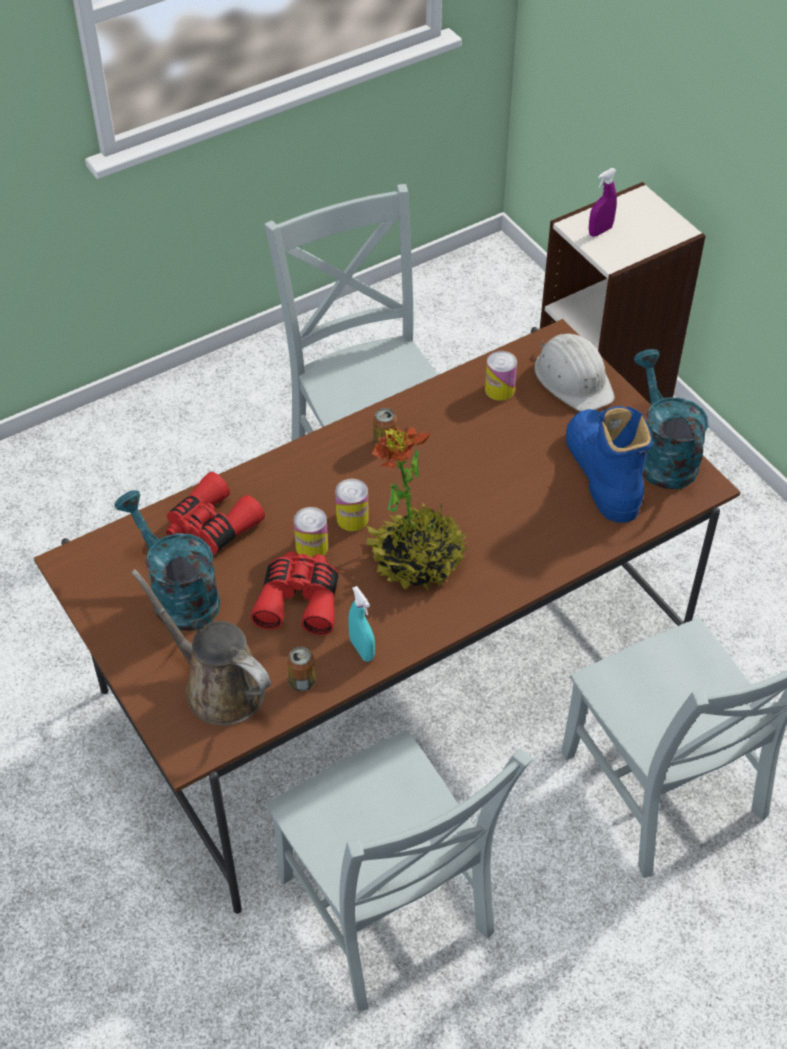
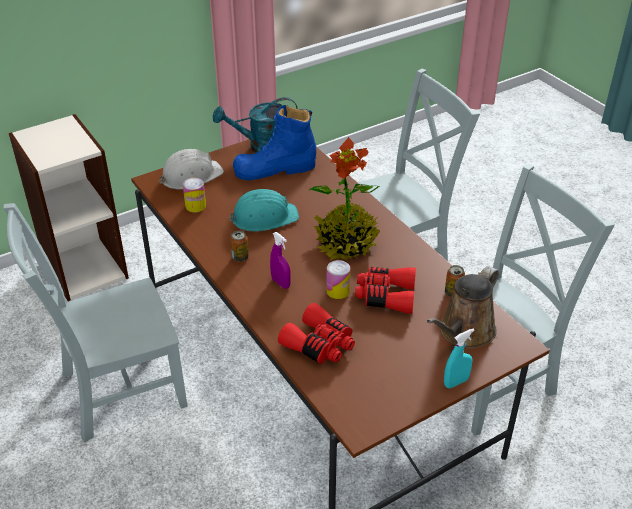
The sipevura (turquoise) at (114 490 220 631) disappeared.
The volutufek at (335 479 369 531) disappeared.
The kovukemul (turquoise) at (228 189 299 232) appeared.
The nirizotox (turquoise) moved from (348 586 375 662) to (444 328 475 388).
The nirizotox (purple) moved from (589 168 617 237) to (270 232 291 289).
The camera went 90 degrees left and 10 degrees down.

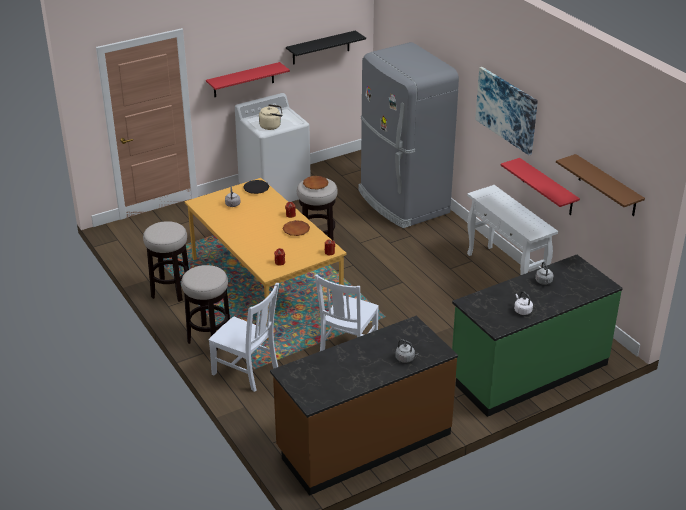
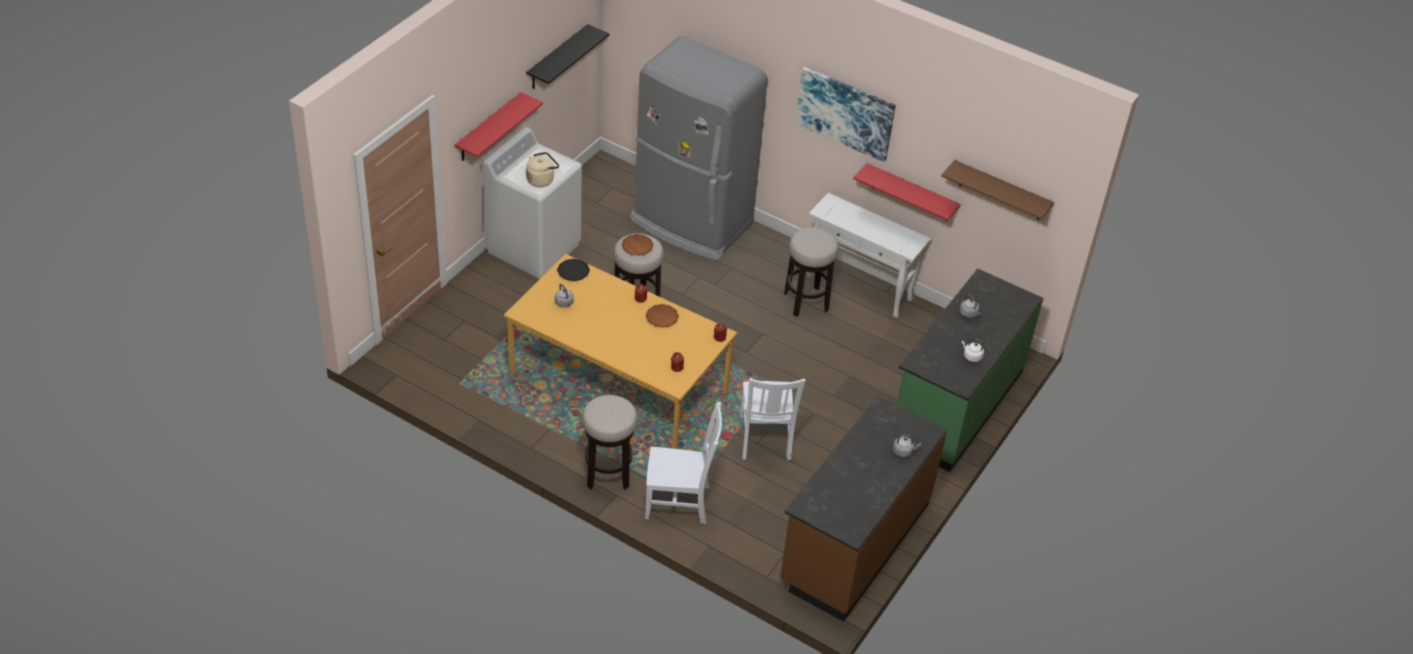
The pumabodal moved from (143 221 189 302) to (784 227 839 317).
The camera went 30 degrees left and 10 degrees up.

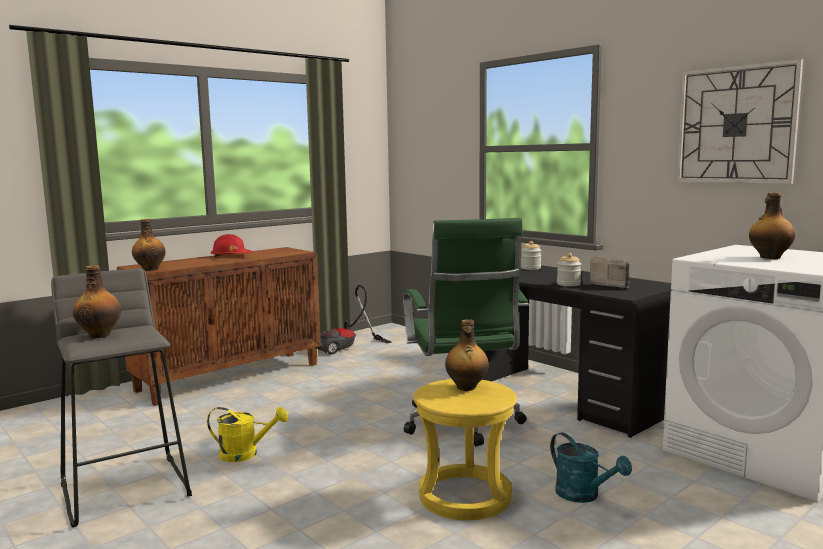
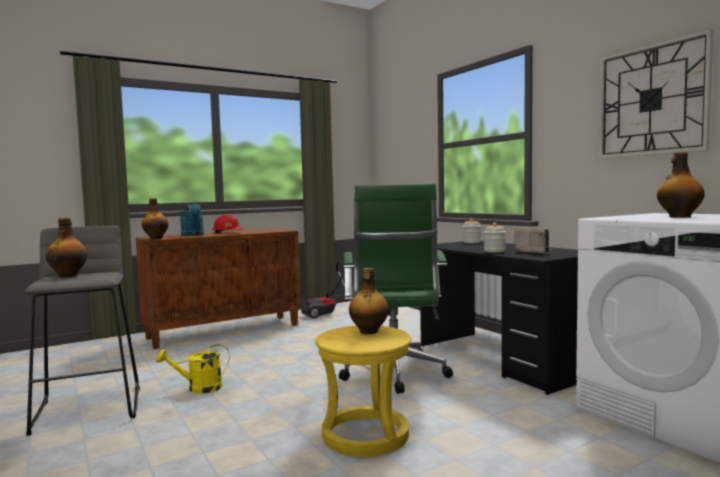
The sipevura (turquoise) moved from (550 432 632 503) to (180 204 204 236).
The sipevura (yellow) at (207 407 288 462) turned 150 degrees clockwise.
The camera went 10 degrees right and 5 degrees down.

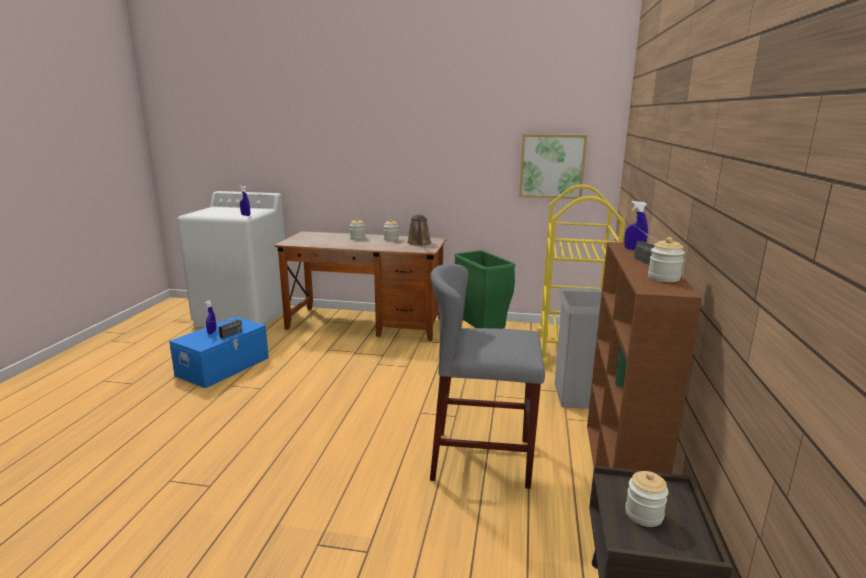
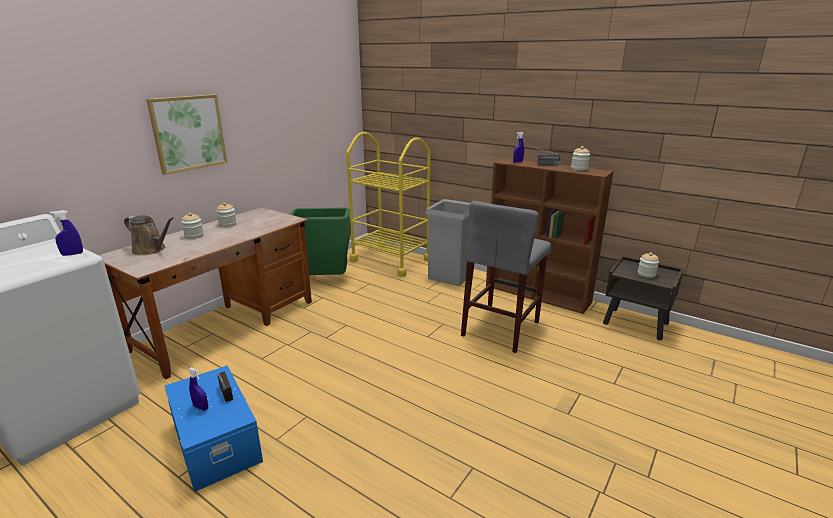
The sipevura (brown) moved from (407 215 431 246) to (124 215 174 255).
The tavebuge moved from (519 134 587 199) to (146 94 227 175).
The camera went 65 degrees left and 5 degrees up.

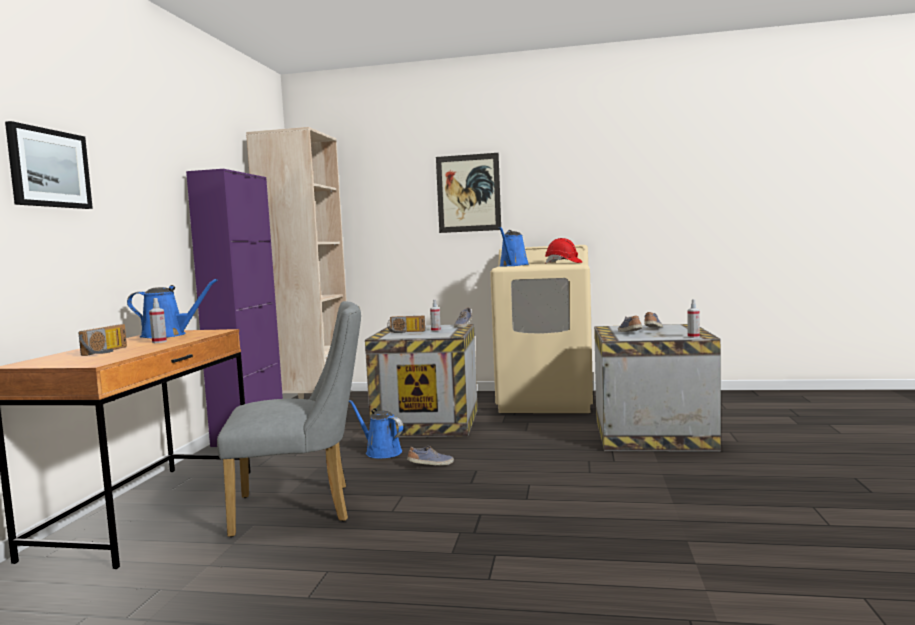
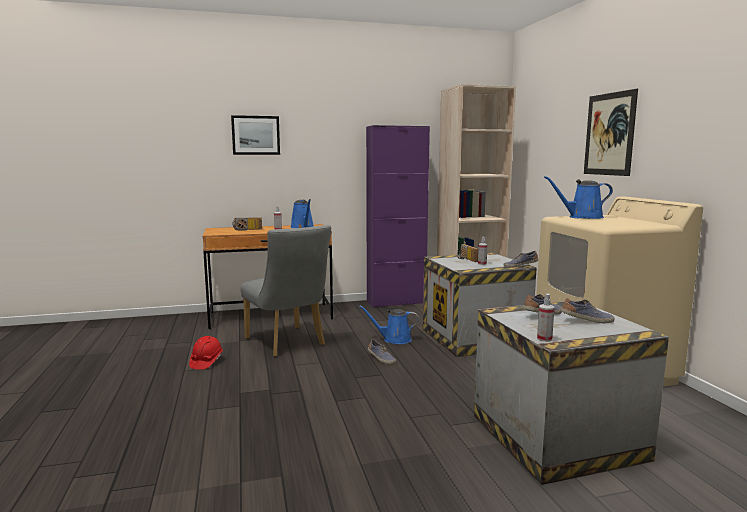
The kovukemul (red) moved from (545 238 582 263) to (189 336 223 370).
The sipevura (blue) at (349 400 403 458) turned 105 degrees counterclockwise.
The camera went 65 degrees right and 5 degrees up.

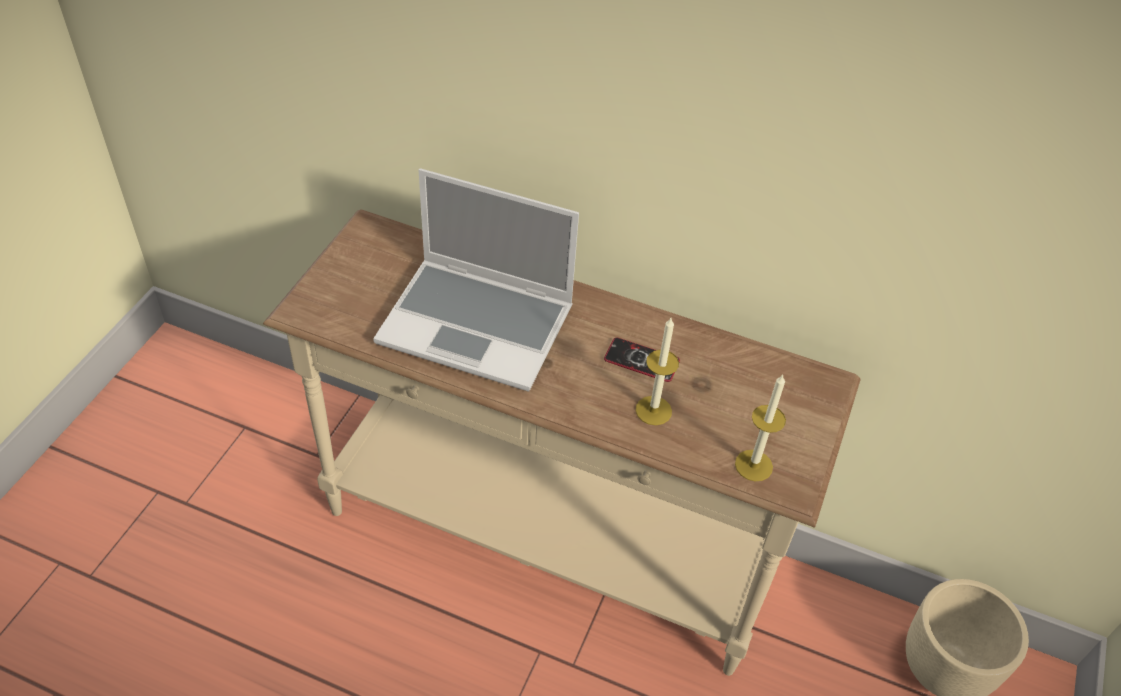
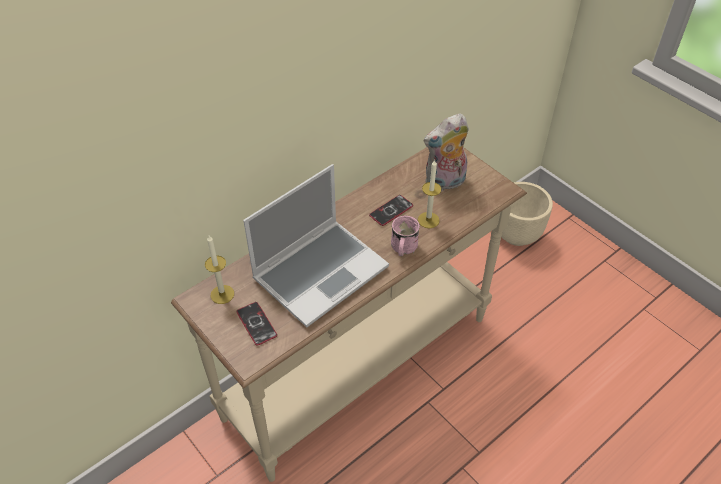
The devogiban at (236 302 277 346) appeared.
The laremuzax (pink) at (391 216 420 256) appeared.
The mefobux at (424 113 469 191) appeared.
The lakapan moved from (735 374 786 481) to (205 236 234 304).
The camera went 60 degrees left and 0 degrees up.

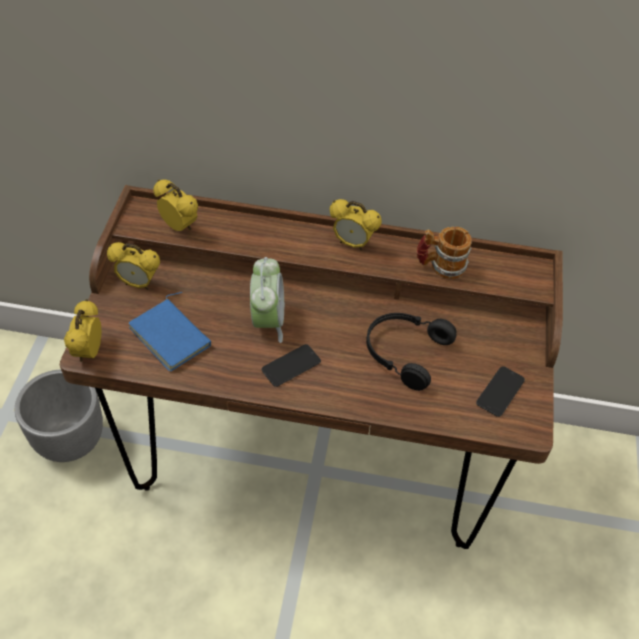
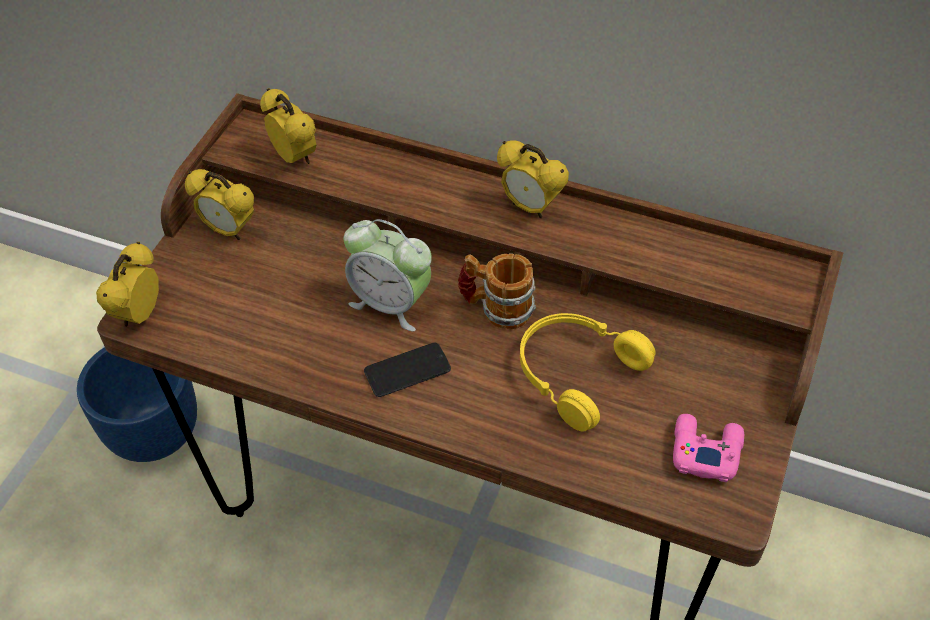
The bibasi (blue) at (128 292 211 372) disappeared.
The laremuzax moved from (416 226 472 279) to (458 253 536 329).
The devogiban at (476 366 525 417) was replaced by the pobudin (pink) at (673 414 744 482).
The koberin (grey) at (15 369 103 462) became the koberin (blue) at (77 347 197 462).
The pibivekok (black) at (366 313 456 391) became the pibivekok (yellow) at (520 313 656 431).
The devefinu at (250 257 285 343) turned 105 degrees clockwise.
The camera went 15 degrees right and 0 degrees up.

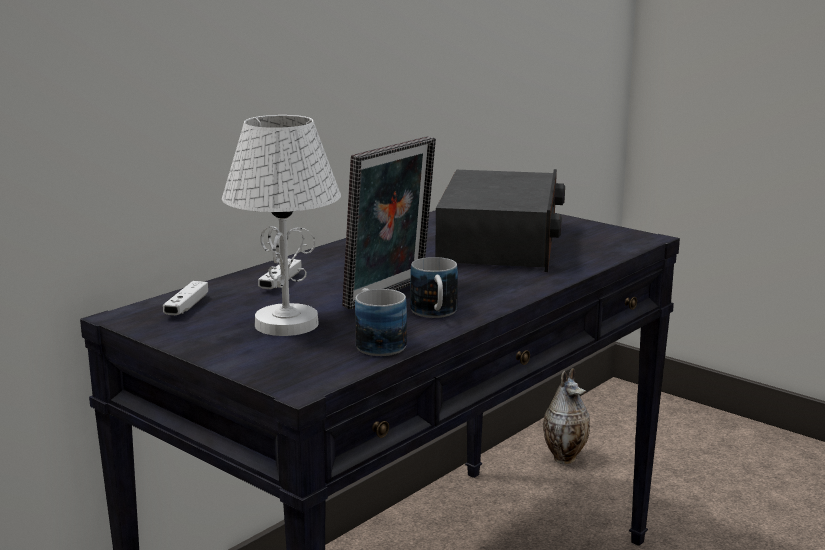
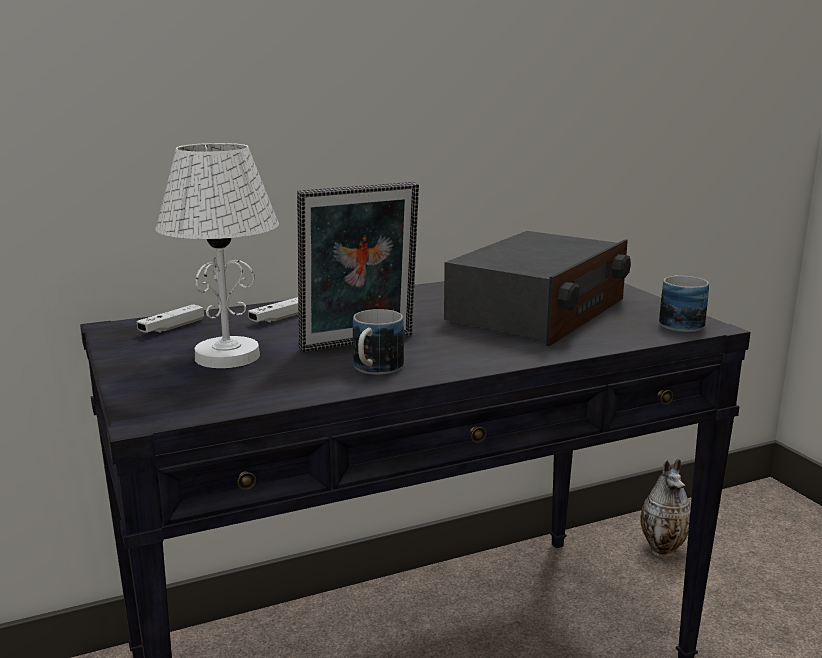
The laremuzax moved from (355 288 407 356) to (659 275 709 332).
The camera went 25 degrees right and 0 degrees up.

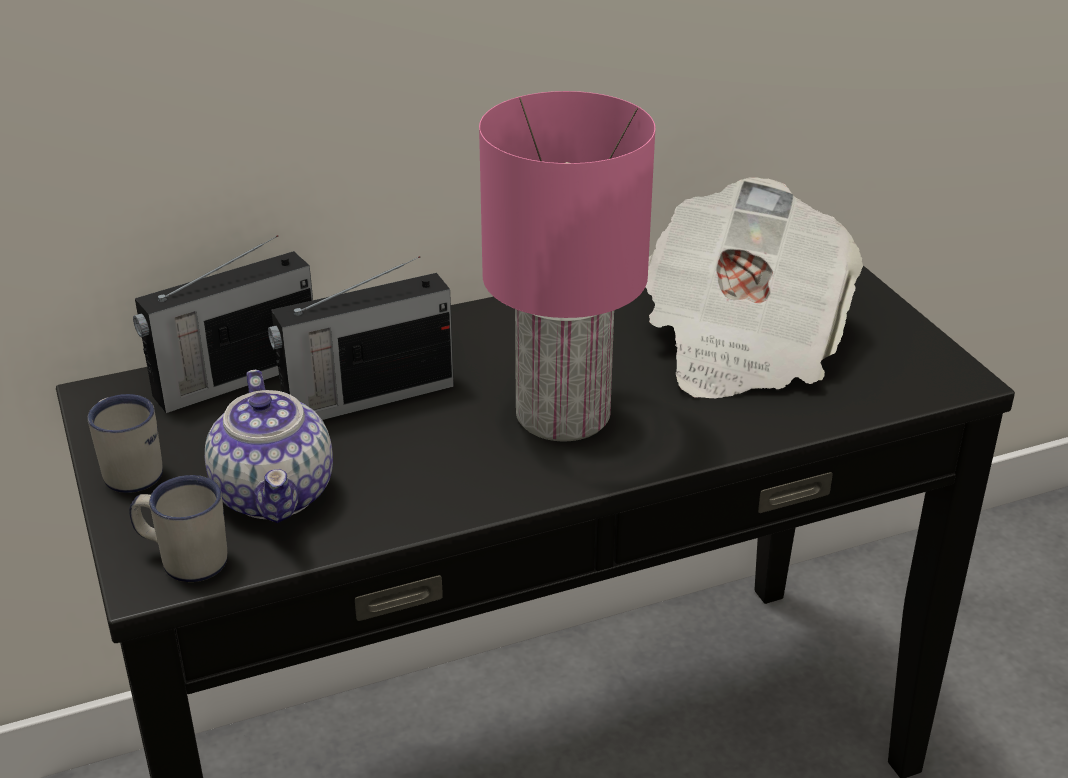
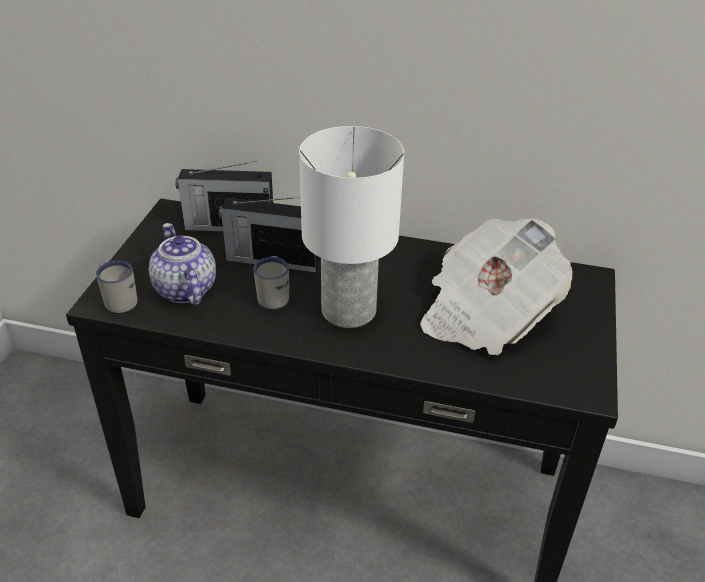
The laremuzax (white) moved from (87 394 163 493) to (254 256 289 310).
The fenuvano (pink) at (479 91 655 441) became the fenuvano (white) at (299 126 404 328).
The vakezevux at (205 370 333 523) turned 135 degrees clockwise.
The camera went 35 degrees right and 5 degrees up.

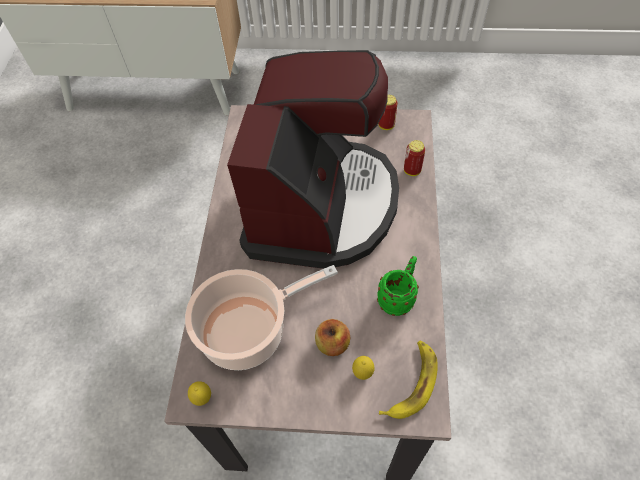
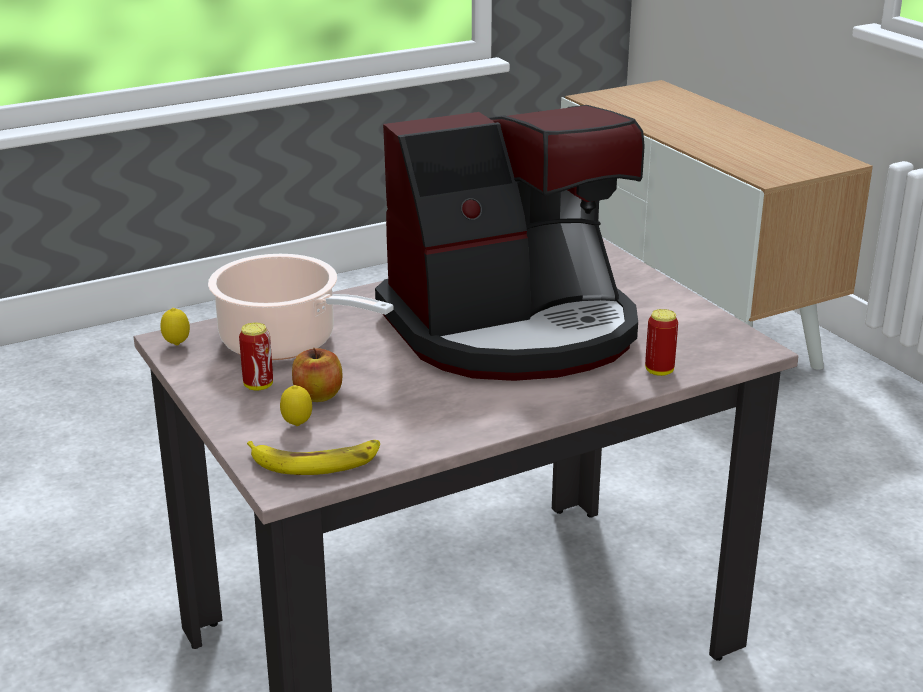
The laremuzax (green) at (377 256 419 316) disappeared.
The volutufek moved from (379 95 398 130) to (239 322 273 391).
The camera went 55 degrees right and 30 degrees down.

